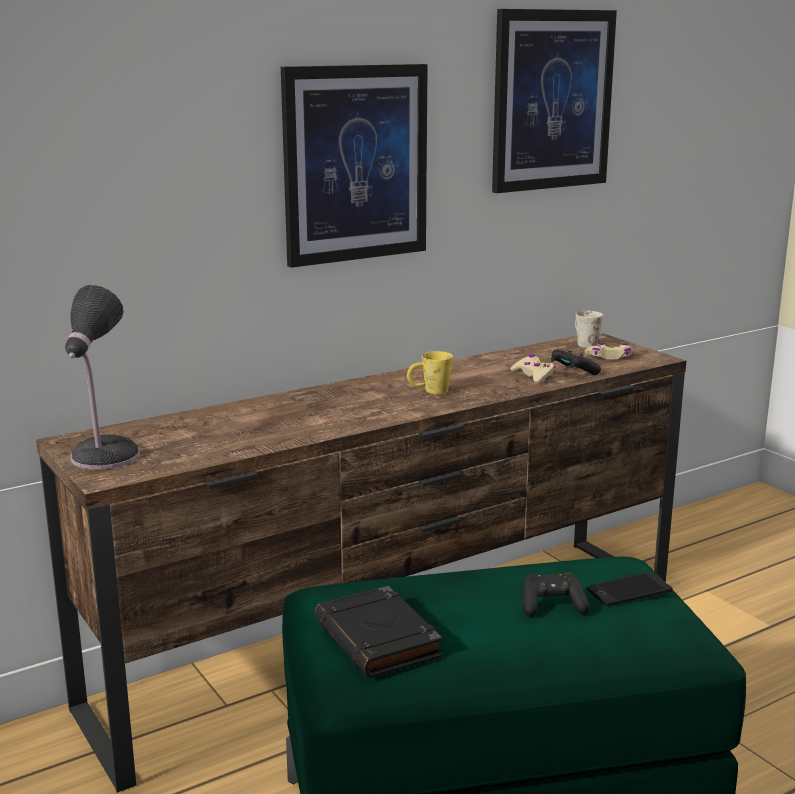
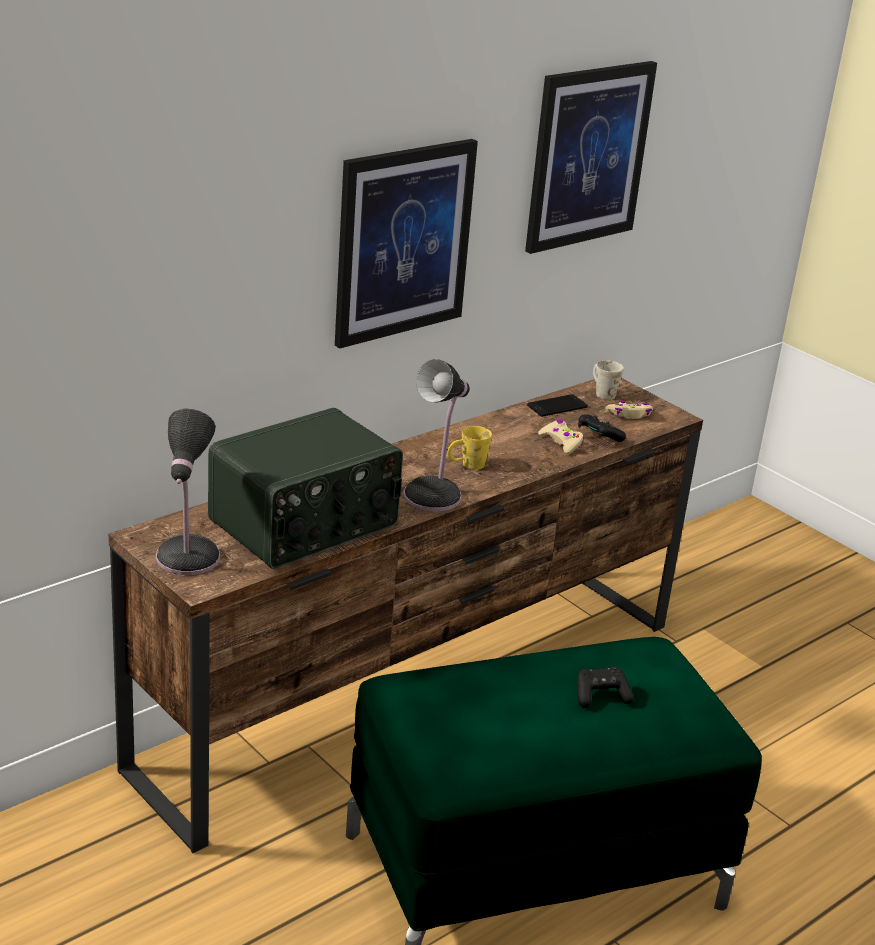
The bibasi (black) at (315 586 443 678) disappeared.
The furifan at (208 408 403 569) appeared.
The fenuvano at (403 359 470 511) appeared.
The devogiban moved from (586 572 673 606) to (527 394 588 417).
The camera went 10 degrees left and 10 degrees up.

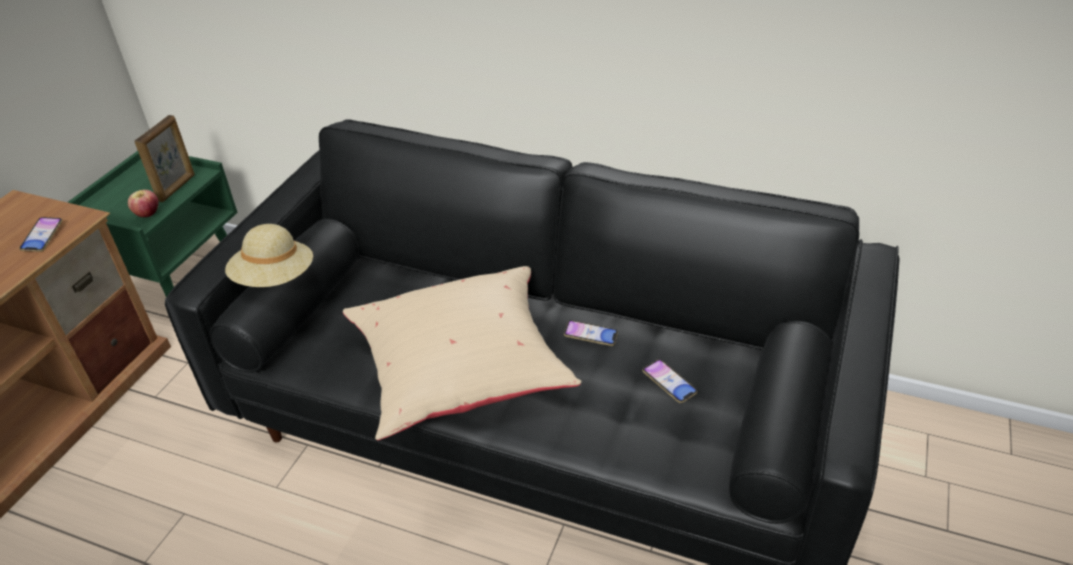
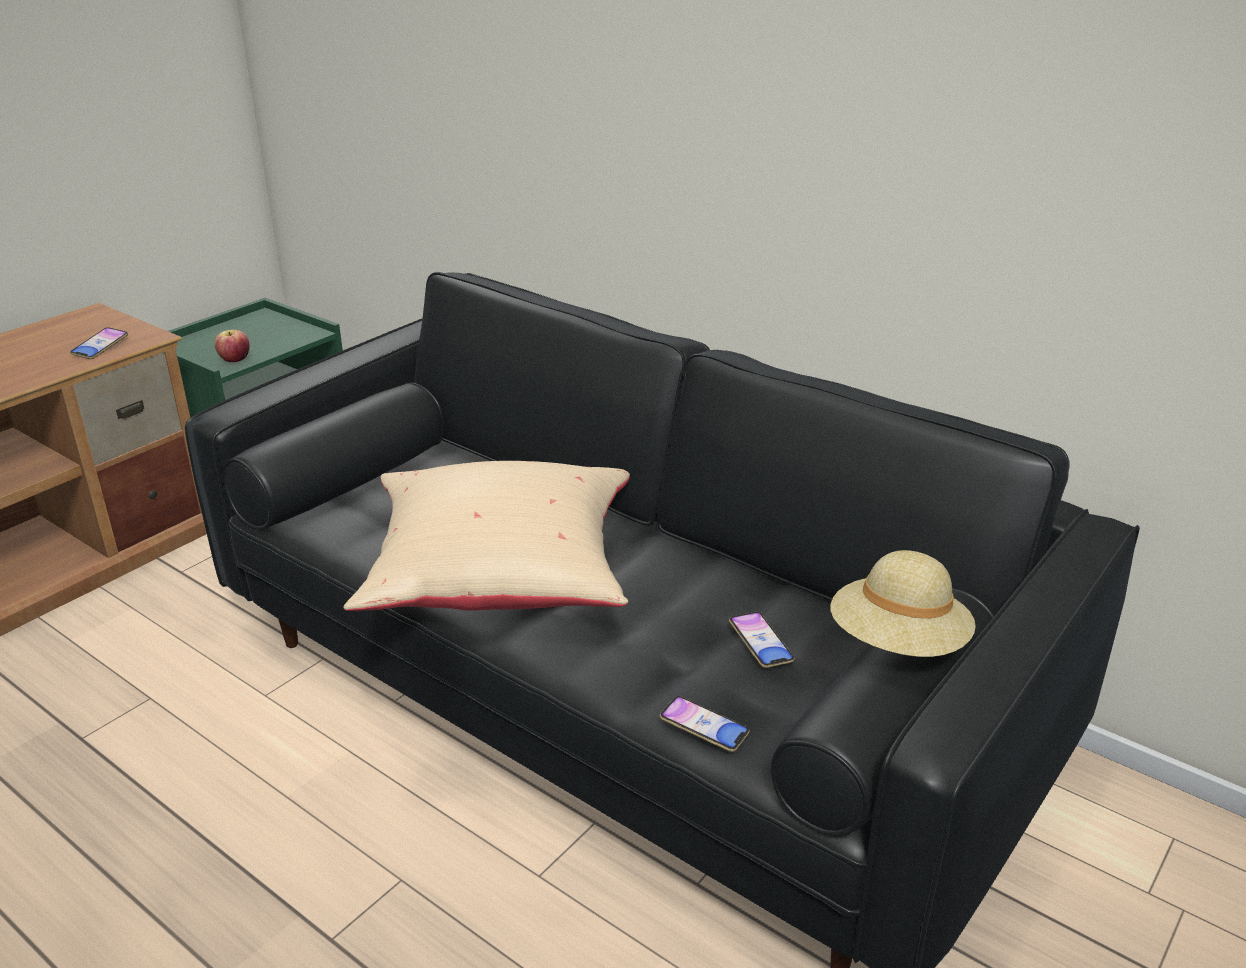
The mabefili at (134 115 195 202) disappeared.
The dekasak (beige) moved from (225 224 313 287) to (830 550 976 657).
The devogiban moved from (564 320 618 346) to (660 696 750 752).
The camera went 15 degrees right and 10 degrees down.

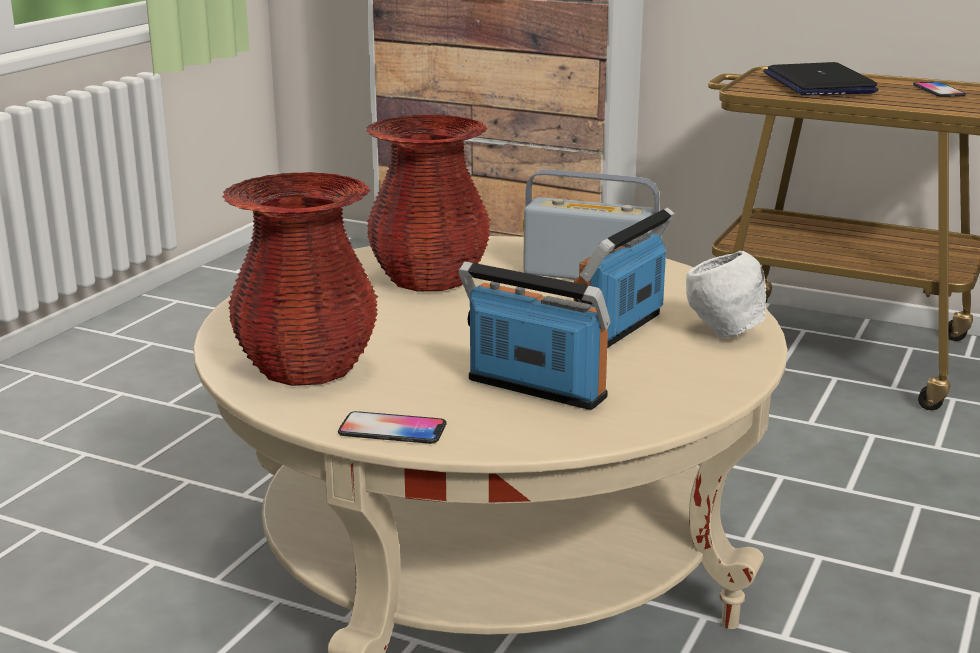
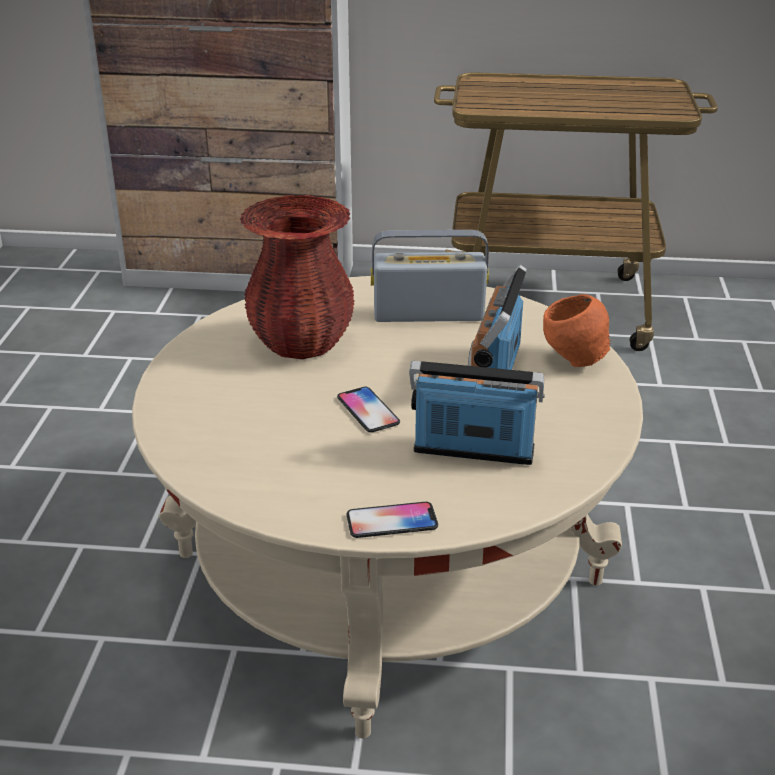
The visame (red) at (222 172 378 386) disappeared.
The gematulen at (763 62 878 95) disappeared.
The devogiban moved from (913 82 966 97) to (337 387 400 432).
The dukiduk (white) at (686 251 766 338) became the dukiduk (orange) at (543 294 611 367).
The camera went 20 degrees left and 10 degrees up.

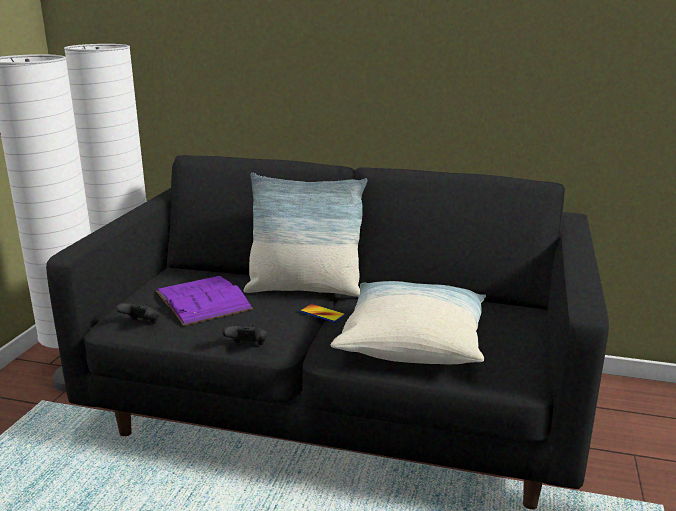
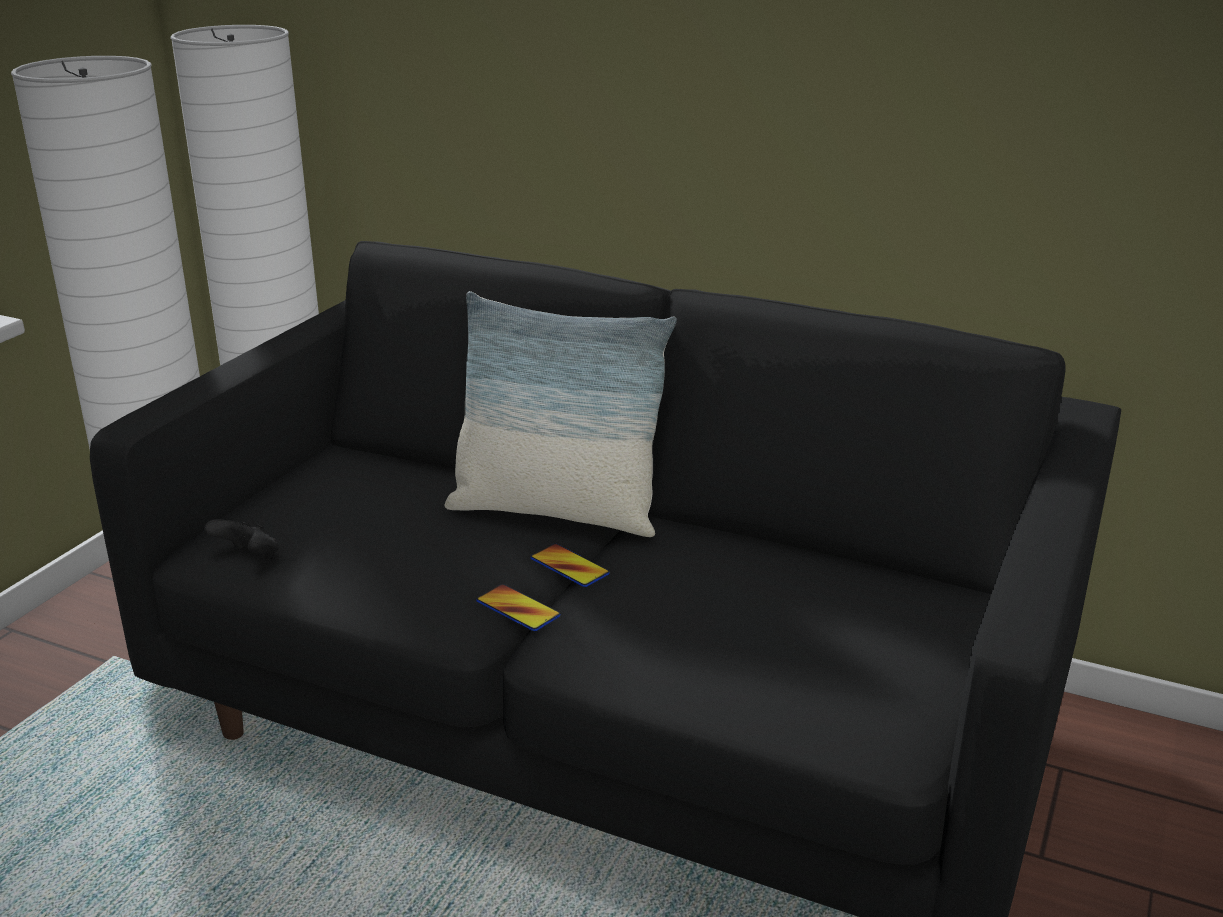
The bibasi (purple) at (156 276 253 326) disappeared.
The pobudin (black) at (222 325 267 345) disappeared.
The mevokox at (330 281 486 364) disappeared.
The devogiban at (476 584 560 631) appeared.
The camera went 10 degrees right and 5 degrees up.

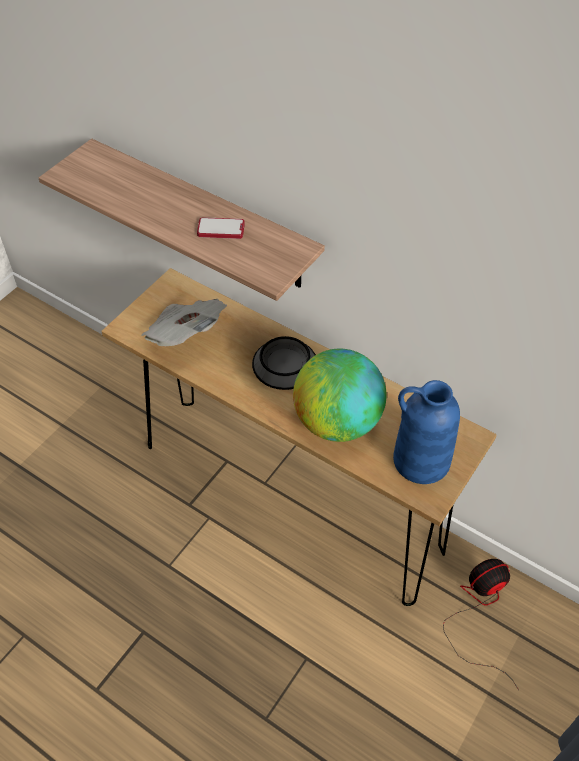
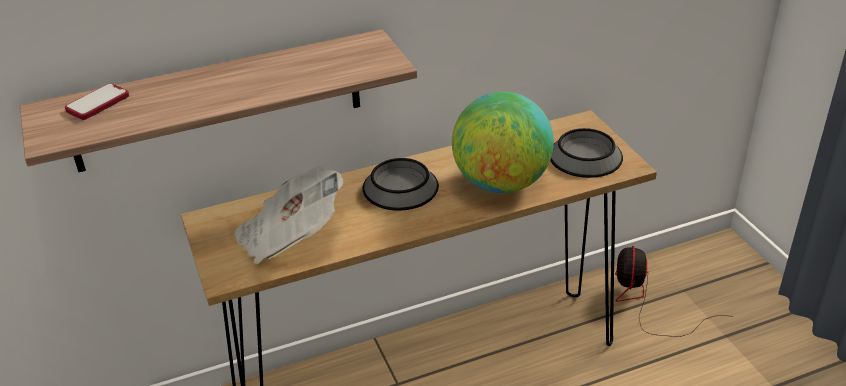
The devogiban moved from (197 217 245 239) to (65 83 129 120).
The visame (blue) at (393 380 460 484) was replaced by the dukiduk at (550 128 623 178).
The camera went 55 degrees left and 15 degrees down.

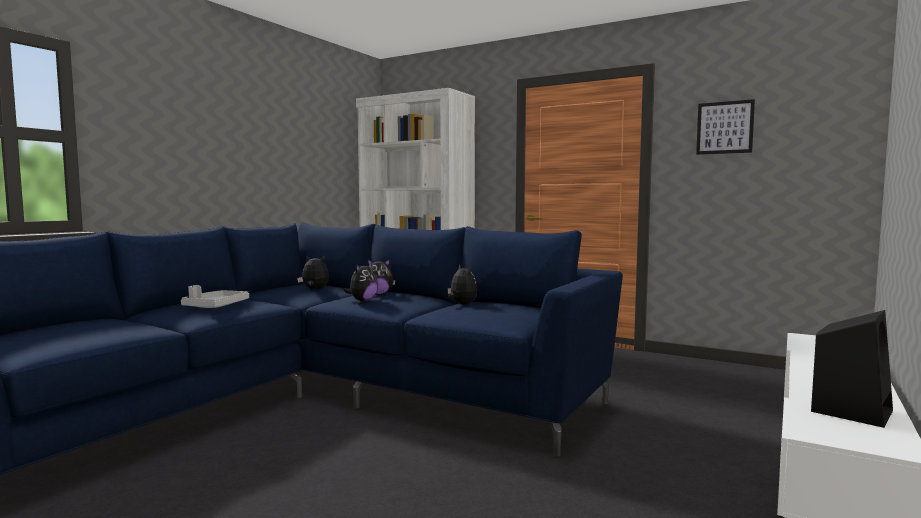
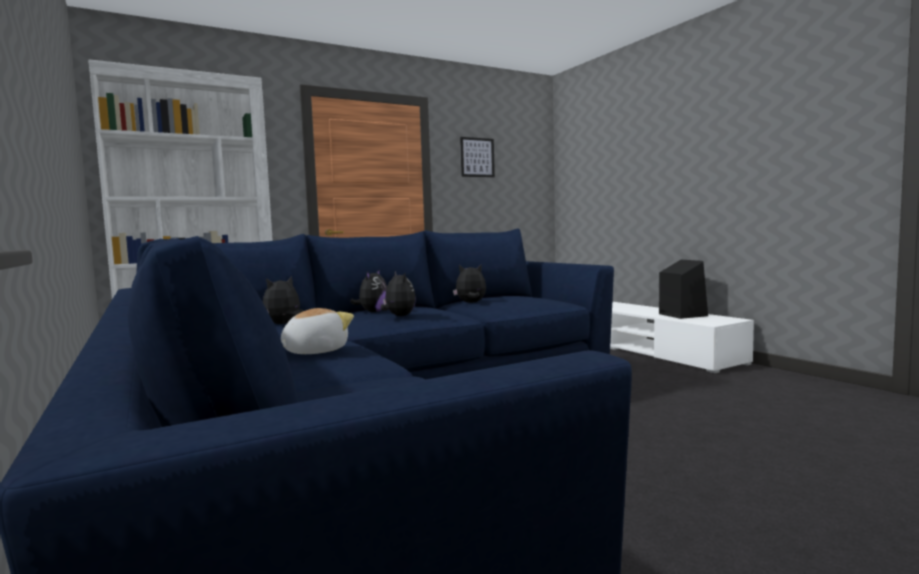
The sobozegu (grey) at (181 285 249 308) was replaced by the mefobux at (281 308 354 354).
The camera went 60 degrees left and 0 degrees up.

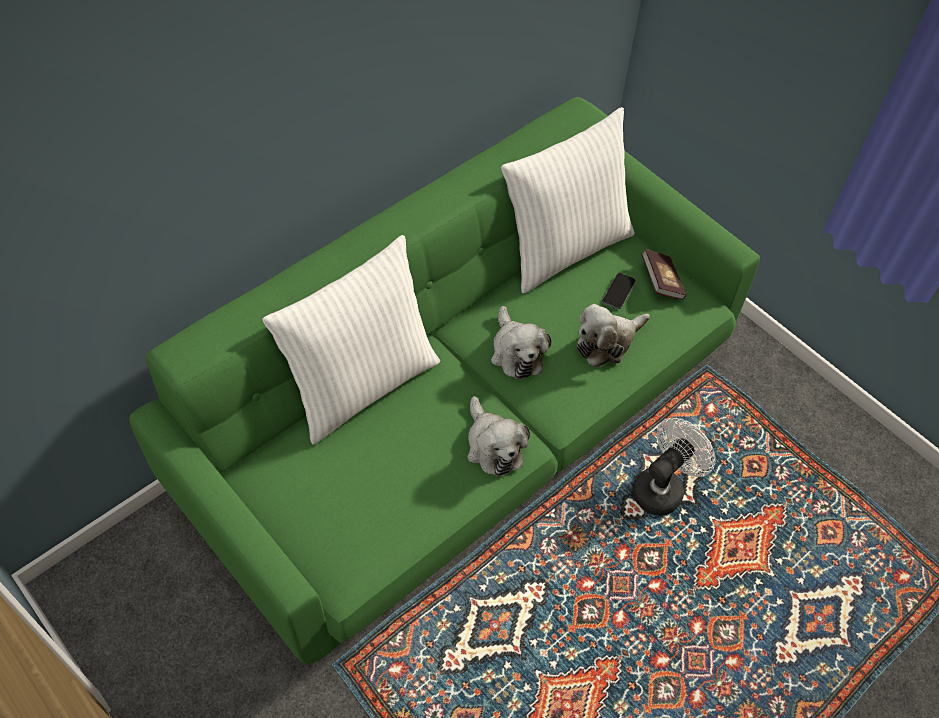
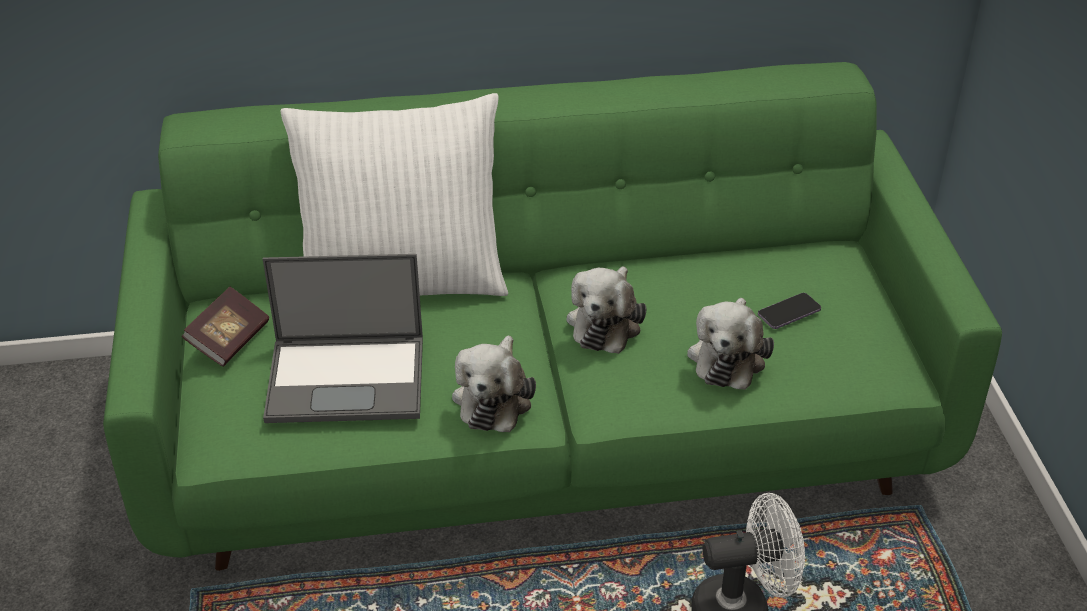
The mevokox (white) at (501 107 635 294) disappeared.
The gematulen at (263 254 423 423) appeared.
The bibasi moved from (641 249 686 300) to (182 287 269 367).
The mefobux at (576 304 650 367) turned 75 degrees counterclockwise.
The camera went 35 degrees right and 15 degrees down.

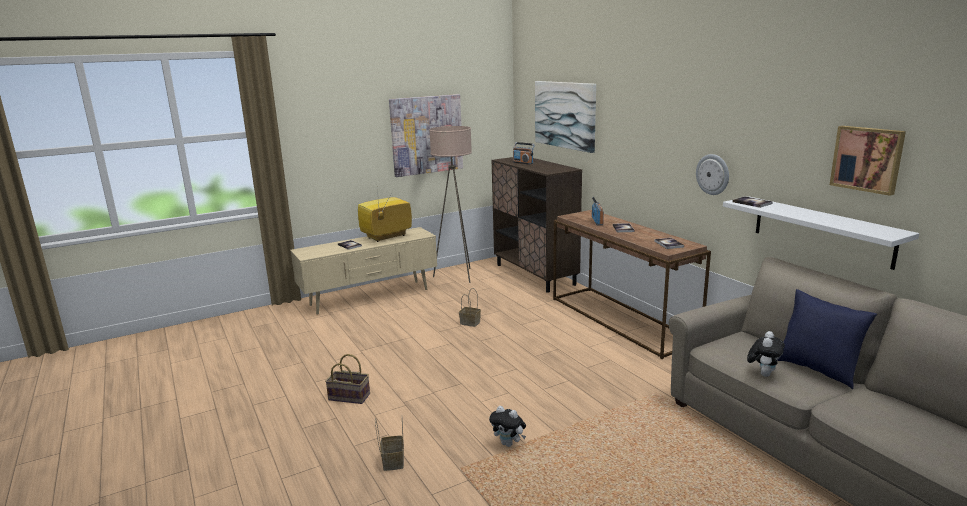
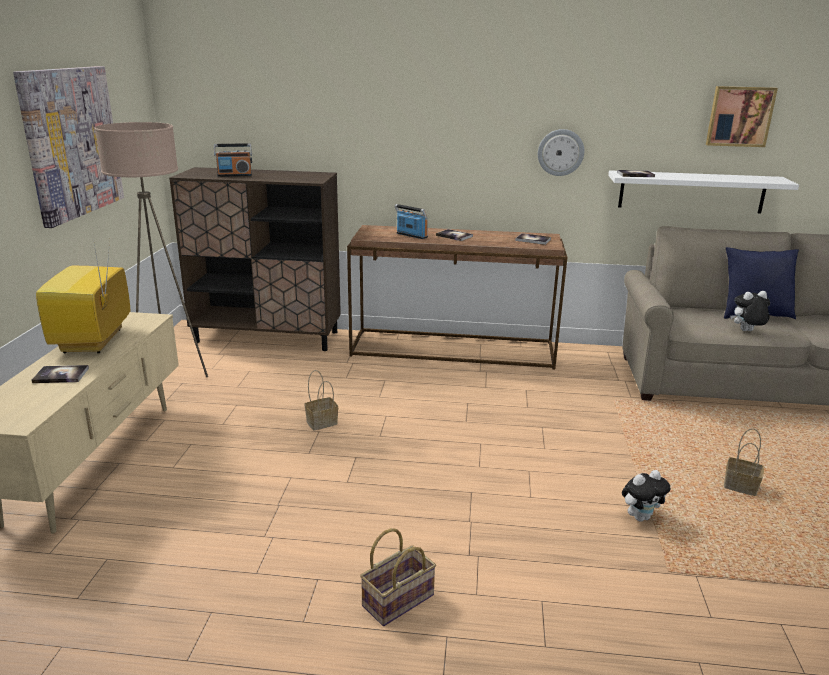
The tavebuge at (535 81 596 153) disappeared.
The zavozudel moved from (375 418 404 471) to (724 428 764 496).
The mefobux at (747 331 785 377) turned 75 degrees counterclockwise.
The camera went 55 degrees left and 5 degrees up.

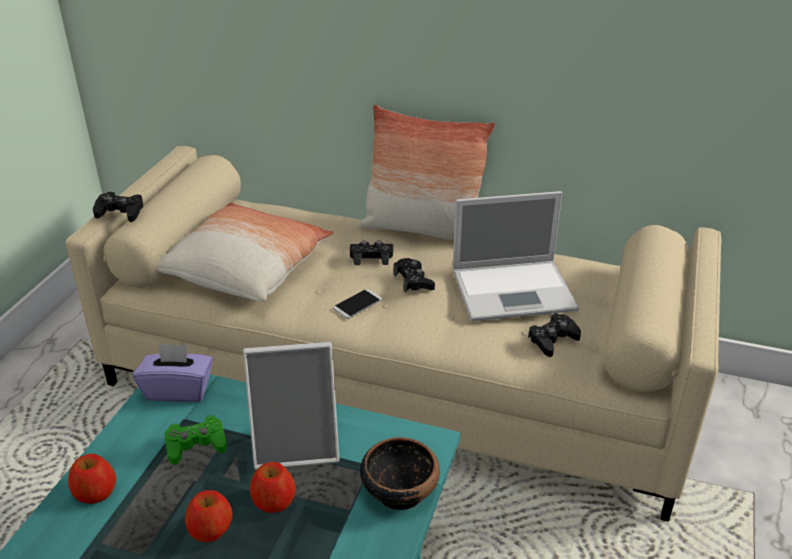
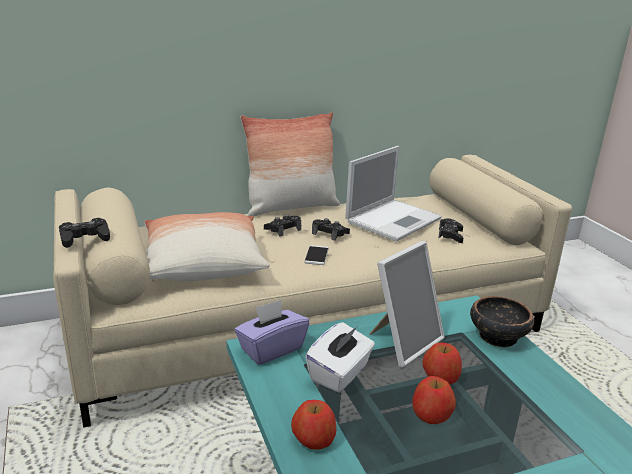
The pobudin (green) at (164 415 227 465) was replaced by the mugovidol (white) at (306 322 375 393).
The camera went 40 degrees left and 10 degrees down.

